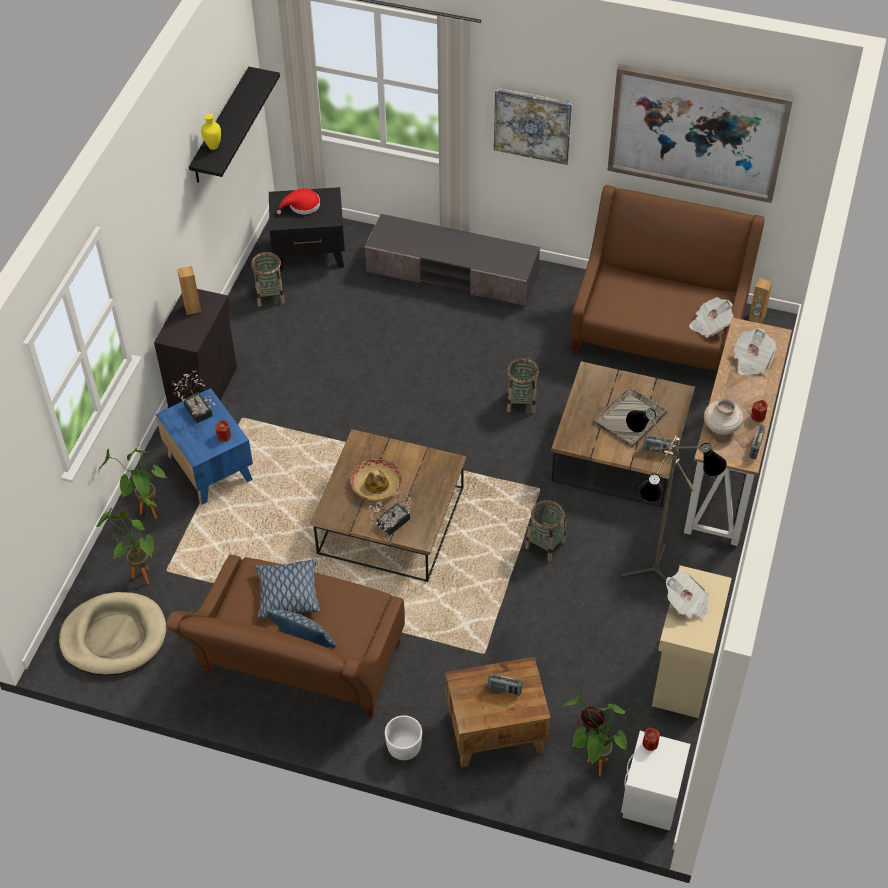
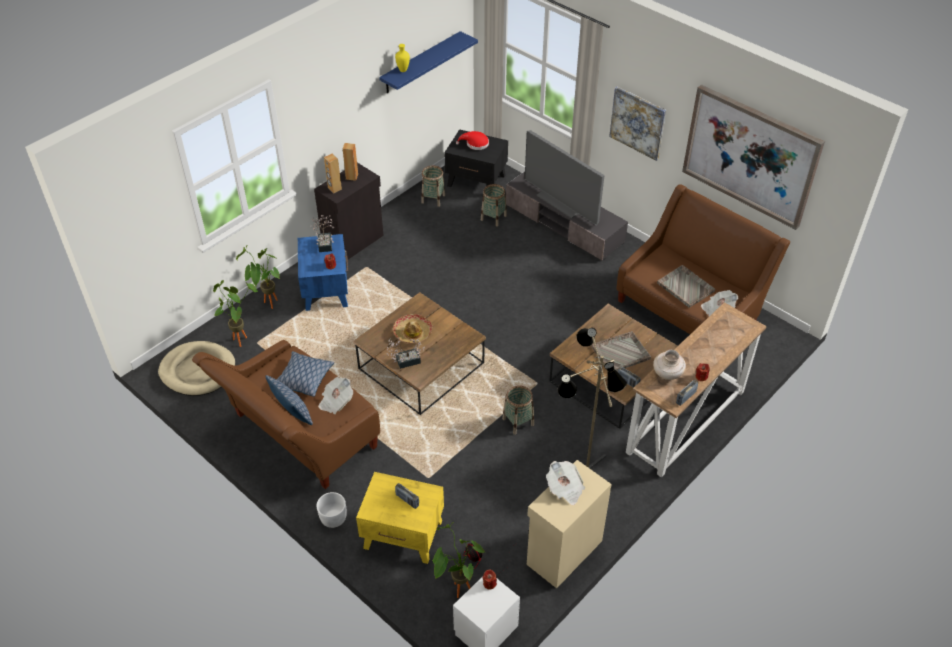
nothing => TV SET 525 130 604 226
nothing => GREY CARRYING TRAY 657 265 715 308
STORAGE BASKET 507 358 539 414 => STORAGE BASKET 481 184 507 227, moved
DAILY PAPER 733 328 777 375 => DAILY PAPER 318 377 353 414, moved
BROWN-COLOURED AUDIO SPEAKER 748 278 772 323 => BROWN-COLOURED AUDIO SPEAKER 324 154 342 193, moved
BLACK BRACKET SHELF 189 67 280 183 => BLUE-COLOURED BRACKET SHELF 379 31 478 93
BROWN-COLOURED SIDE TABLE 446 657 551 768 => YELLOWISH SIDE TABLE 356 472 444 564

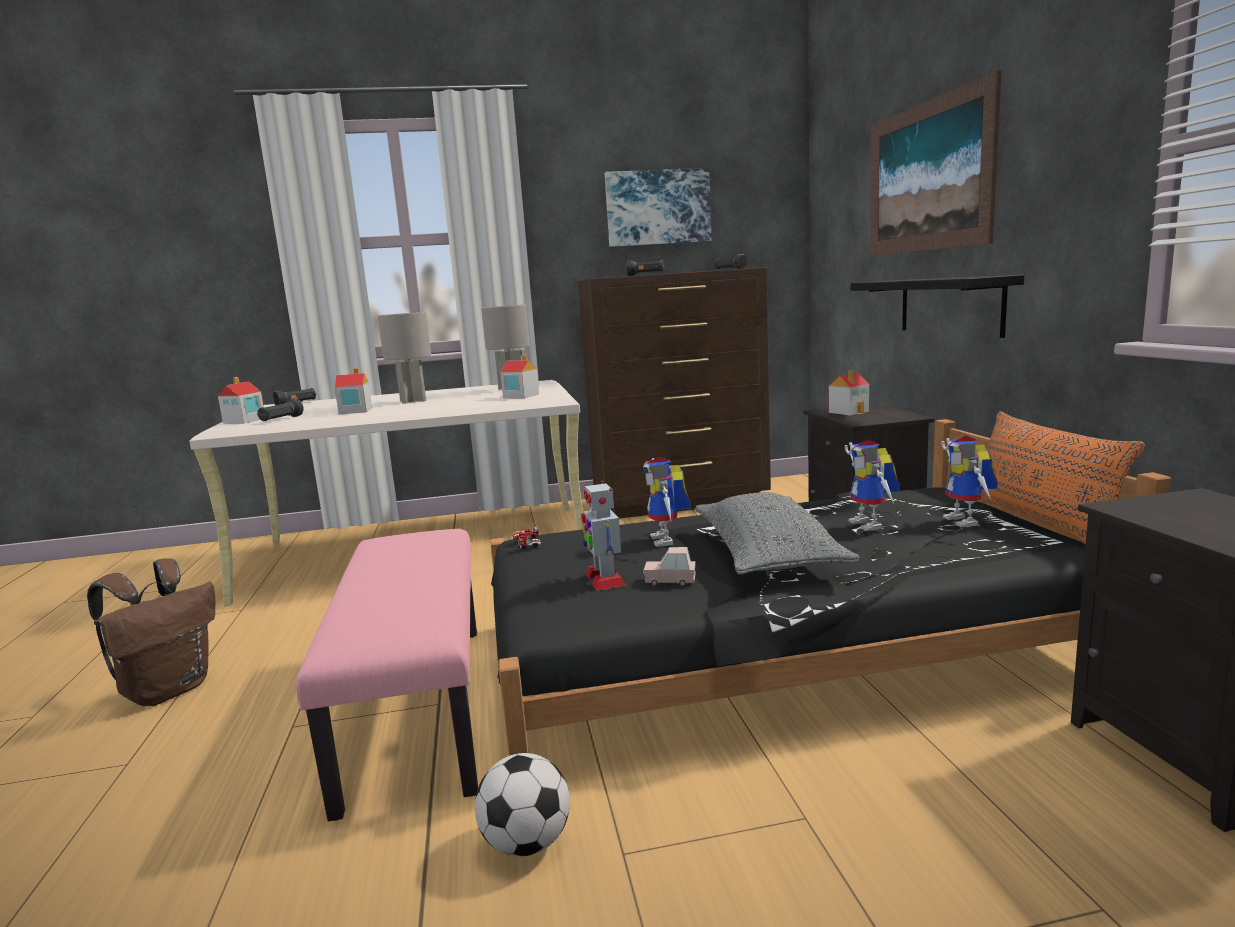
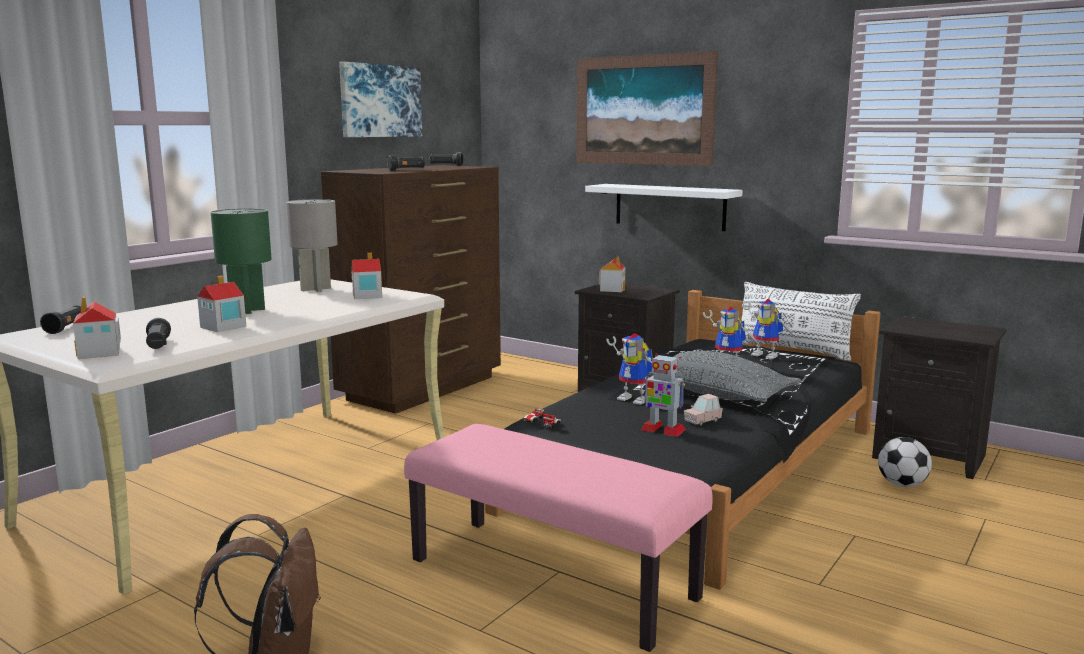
FOOTBALL BALL 475 753 570 857 => FOOTBALL BALL 878 437 932 487, moved
GREY LAMP FOR A TABLE 378 312 431 404 => GREEN-COLOURED LAMP FOR A TABLE 211 209 272 314
BLACK BRACKET SHELF 851 275 1024 338 => WHITISH BRACKET SHELF 585 184 743 231
ORANGE THROW PILLOW 975 412 1145 545 => WHITISH THROW PILLOW 741 282 861 361

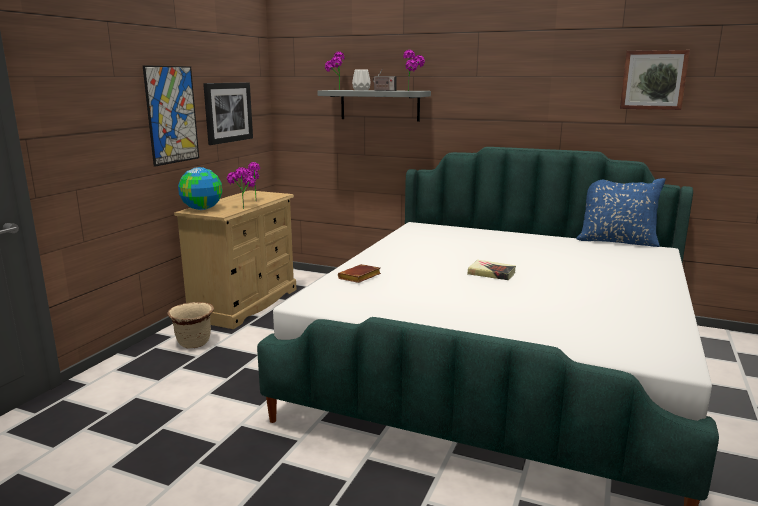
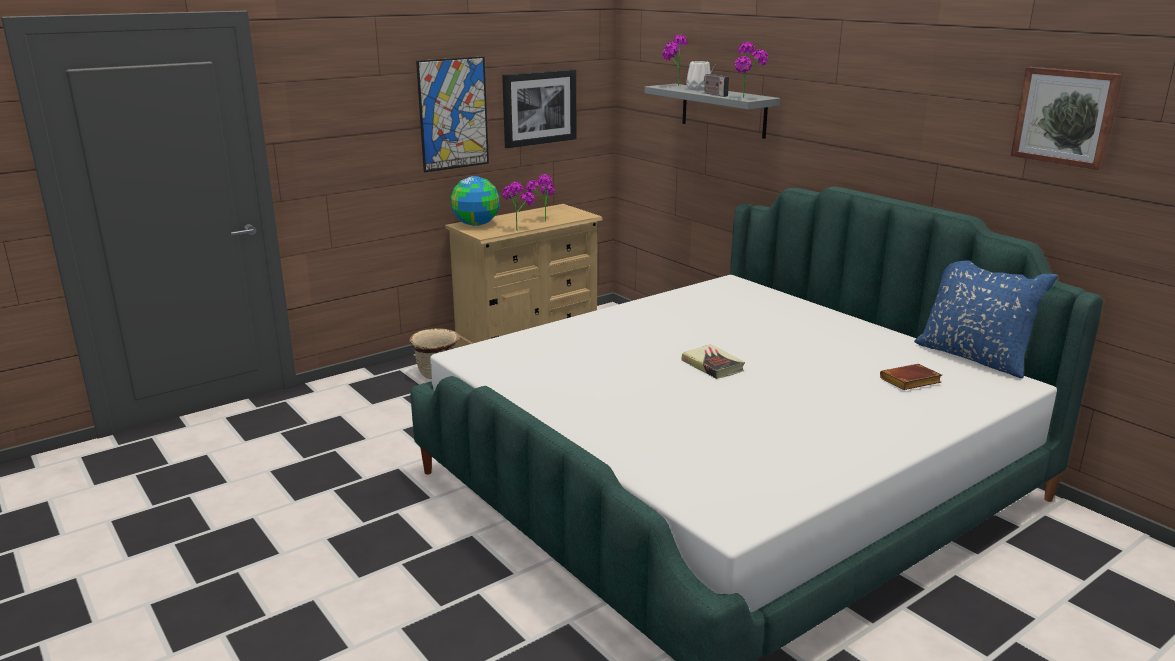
BROWN-COLOURED BOUND BOOK 338 264 381 283 => BROWN-COLOURED BOUND BOOK 880 364 942 390, moved

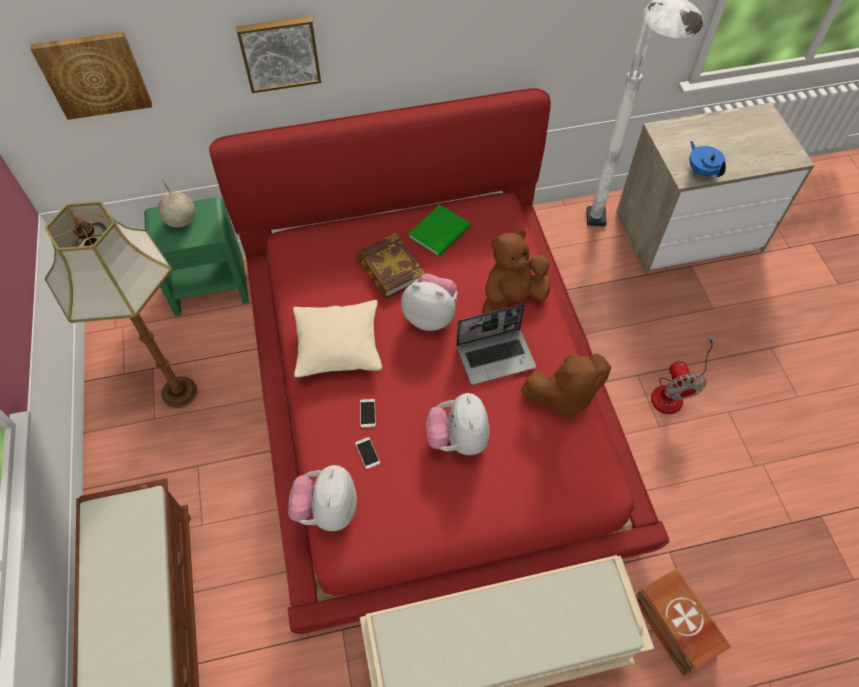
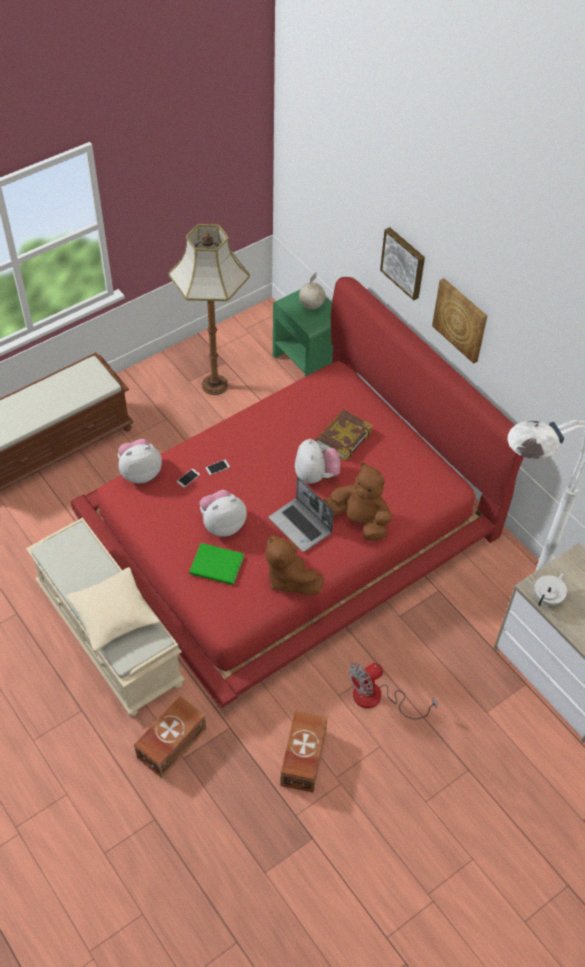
nothing => BROWN-COLOURED STORAGE BIN 280 710 328 793
WALL ART 31 32 152 120 => WALL ART 432 278 487 364, moved
SAND-COLOURED THROW PILLOW 293 300 382 378 => SAND-COLOURED THROW PILLOW 66 567 160 651, moved
GREEN-COLOURED BOUND BOOK 409 205 471 256 => GREEN-COLOURED BOUND BOOK 189 543 244 585, moved
BLUE-COLOURED POT FOR TEA 690 141 726 177 => WHITISH POT FOR TEA 534 572 567 606

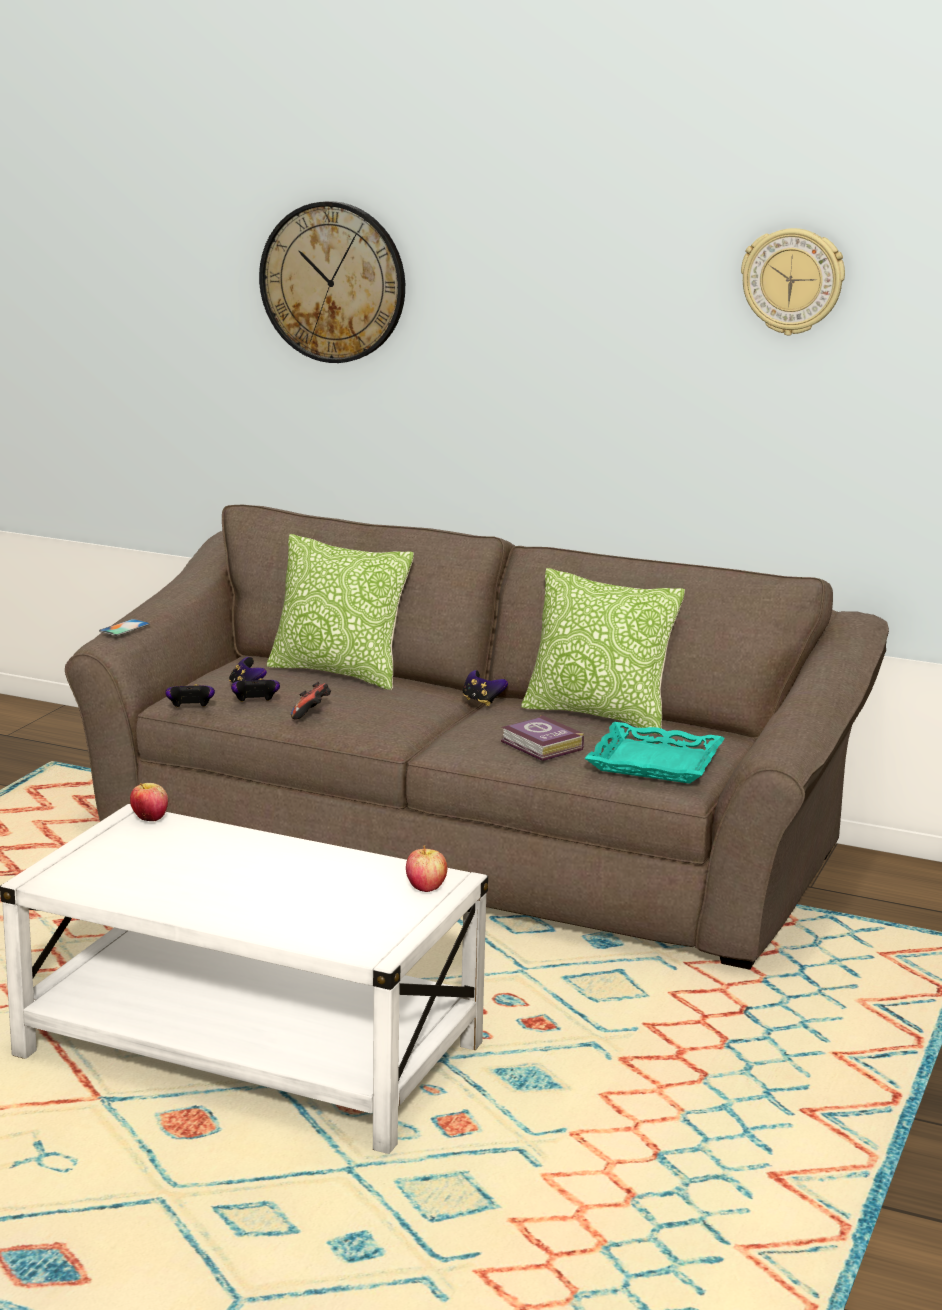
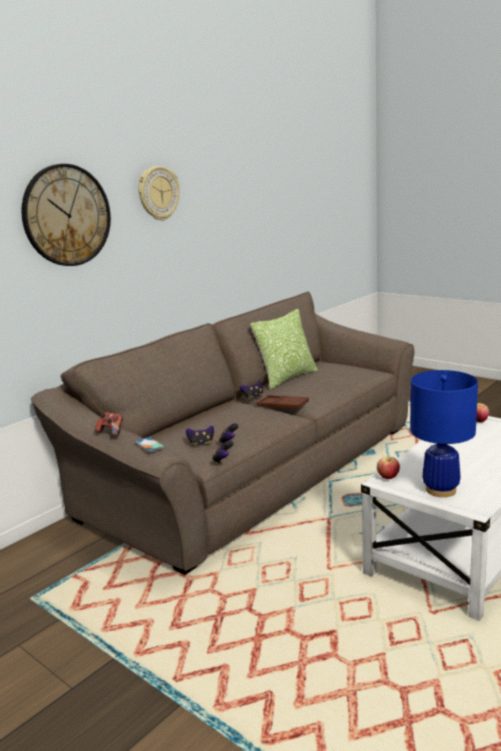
THROW PILLOW 267 534 414 690 => nothing
BOUND BOOK 501 715 584 761 => nothing
TURQUOISE CARRYING TRAY 585 722 725 784 => nothing
nothing => BROWN-COLOURED CARRYING TRAY 257 395 309 410
nothing => BLUE-COLOURED LAMP FOR A TABLE 410 370 478 497
JOYPAD 291 682 331 719 => JOYPAD 95 412 123 437, moved
WALL CLOCK 741 228 845 335 => WALL CLOCK 138 166 180 221, moved

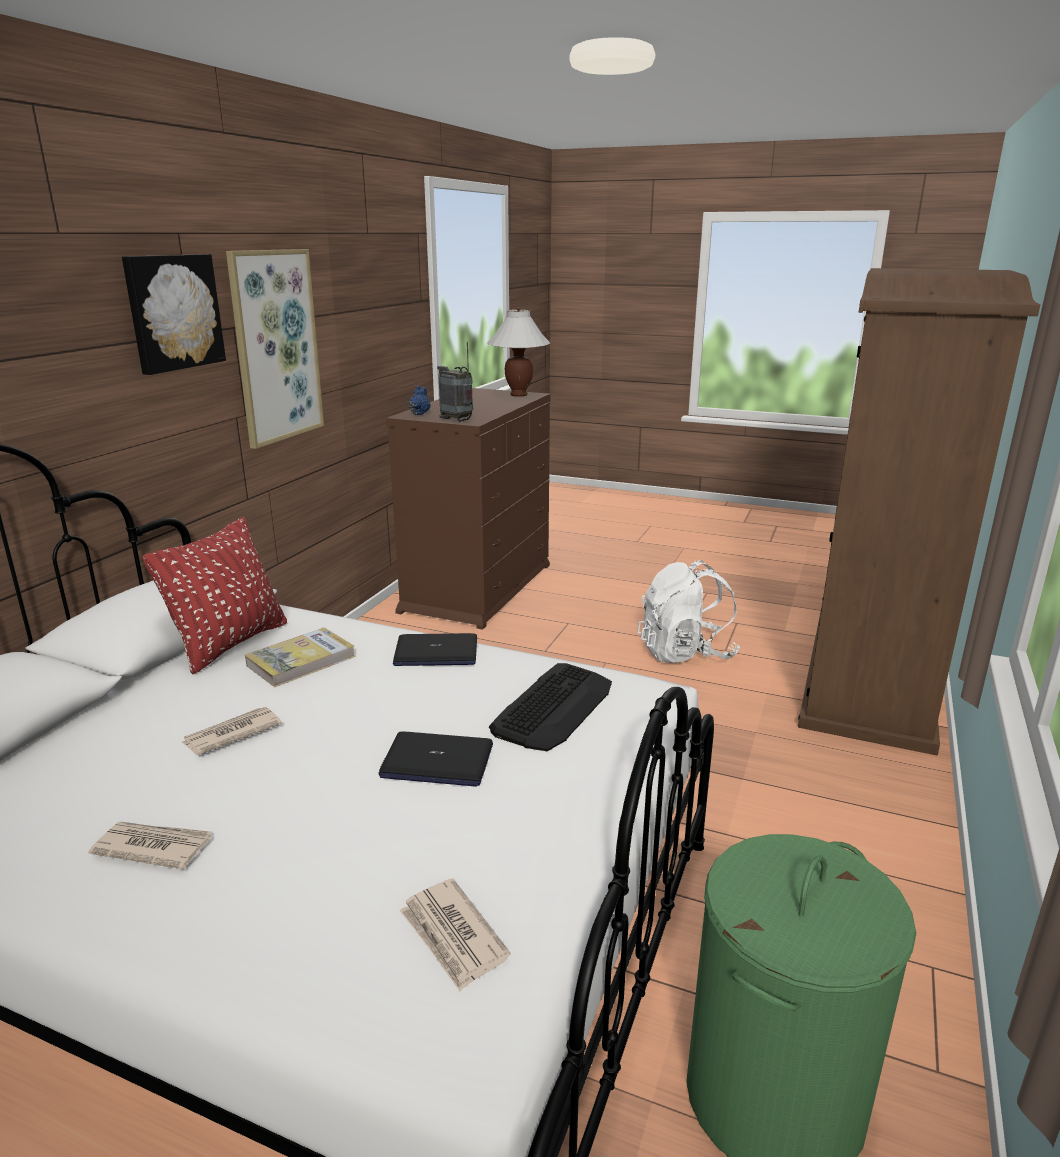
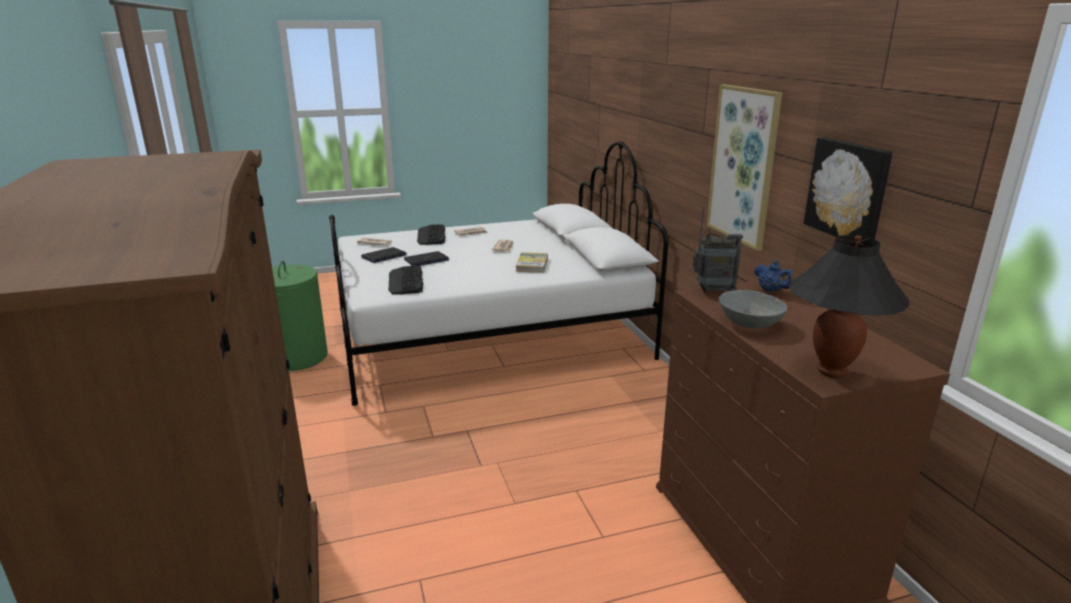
RED THROW PILLOW 143 517 287 674 => nothing
WHITISH KNAPSACK 638 560 740 663 => nothing
nothing => KEYBOARD 417 224 446 245
nothing => GREY SERVING BOWL 719 290 788 328
WALL ART 122 254 226 375 => WALL ART 803 137 893 239, moved
NOTEBOOK COMPUTER 393 633 477 666 => NOTEBOOK COMPUTER 361 247 407 263, moved
WHITISH LAMP FOR A TABLE 488 307 550 397 => BLACK LAMP FOR A TABLE 789 235 910 378

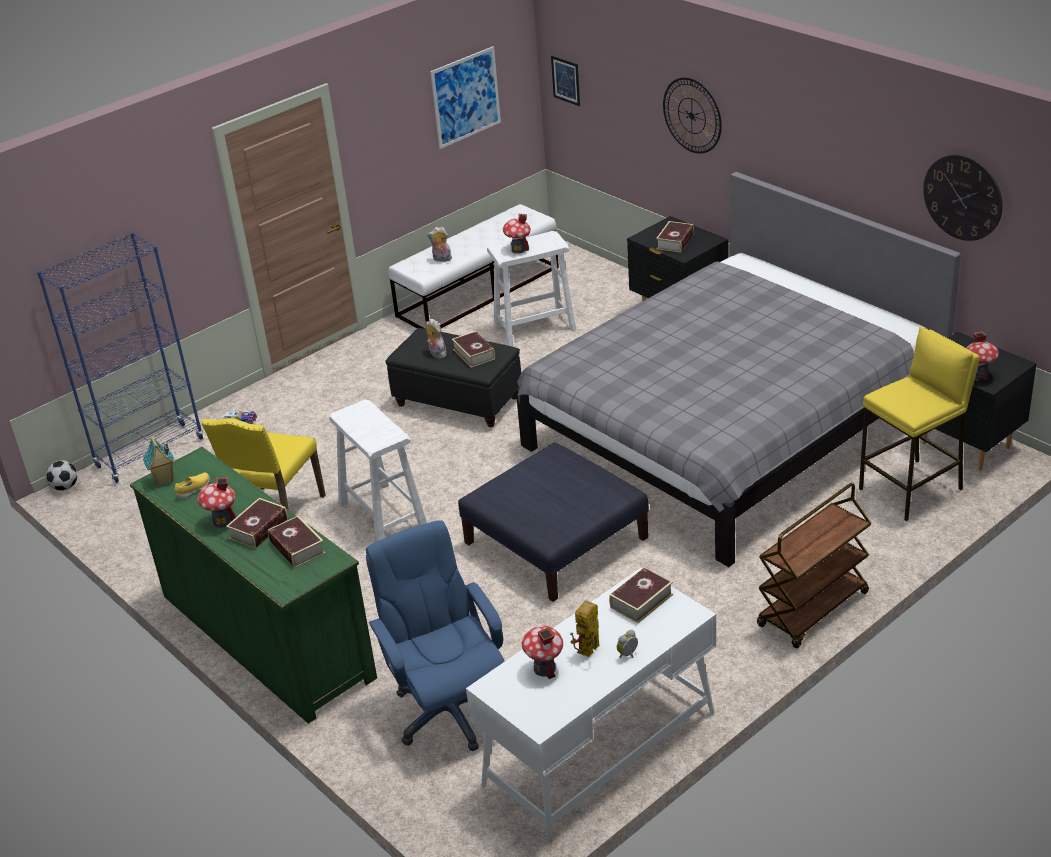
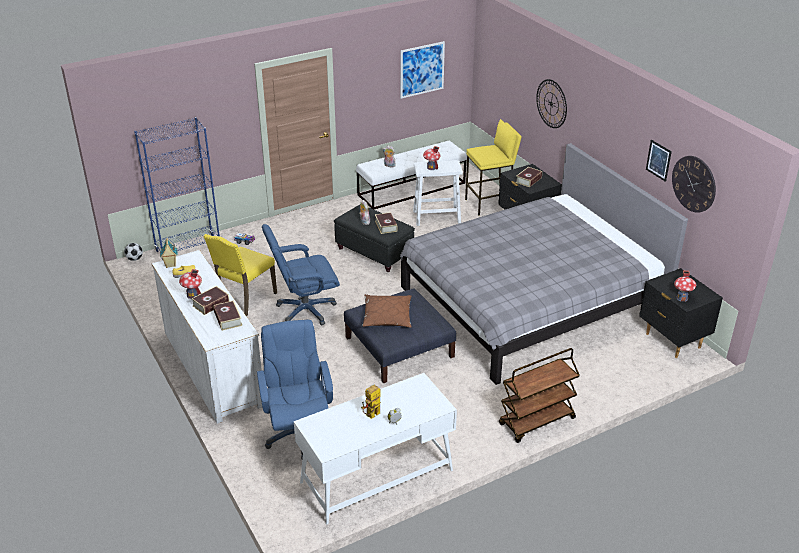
TOY HOUSE 522 626 563 679 => nothing
BOUND BOOK 609 567 673 623 => nothing
nothing => BROWN-COLOURED THROW PILLOW 362 294 412 328
WALL ART 551 56 580 106 => WALL ART 646 140 672 182, moved
YELLOWISH SITTING STOOL 859 326 980 521 => YELLOWISH SITTING STOOL 465 119 522 216, moved
WHITISH SITTING STOOL 329 400 427 542 => BLUE-COLOURED DESK CHAIR 262 224 340 325
GREEN-COLOURED DRESSER 130 447 377 724 => WHITISH DRESSER 151 250 262 424

